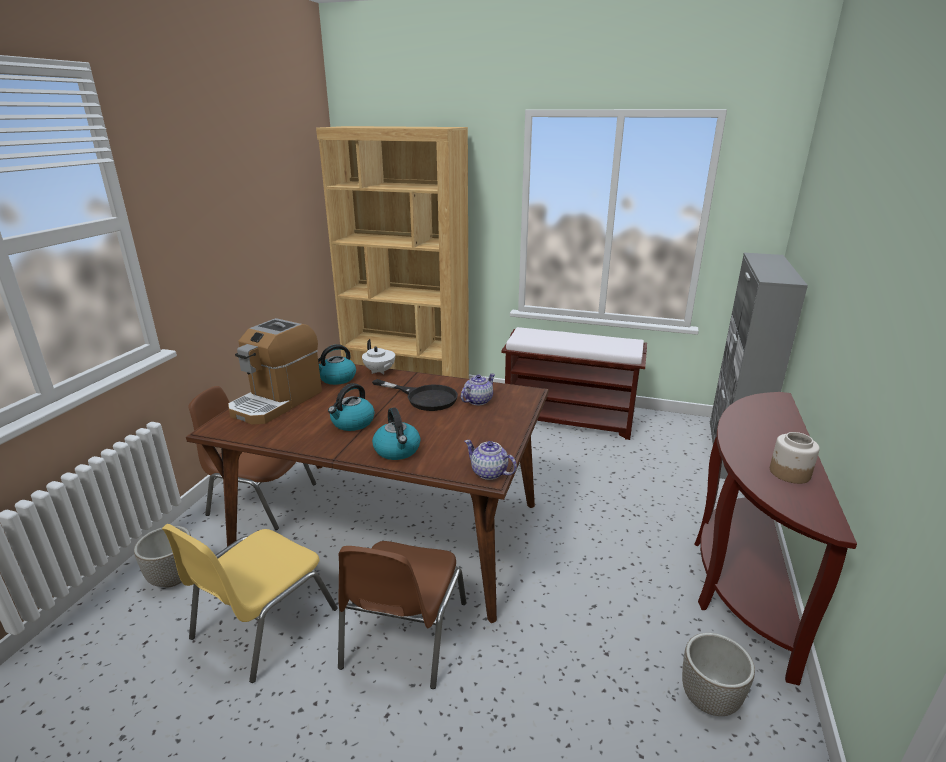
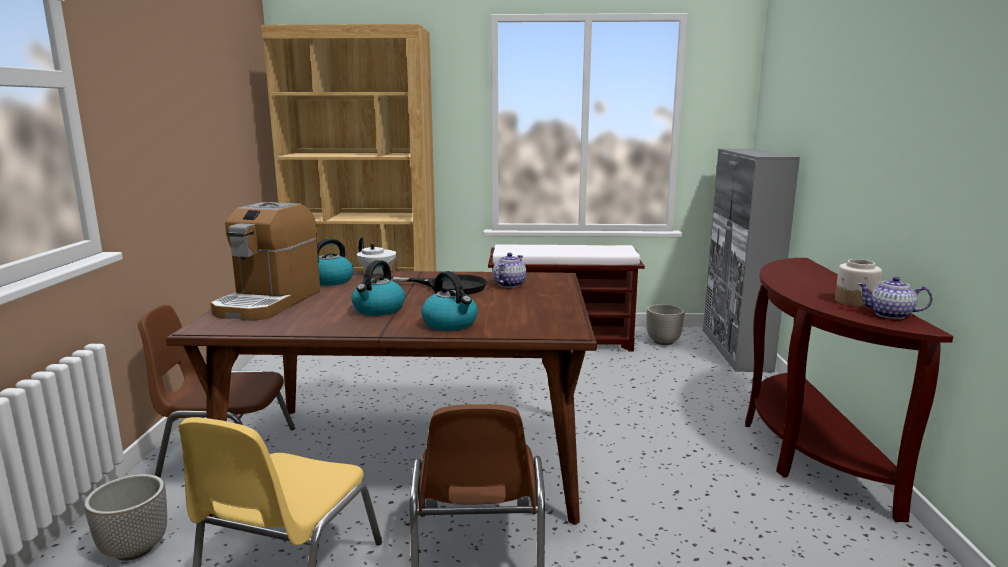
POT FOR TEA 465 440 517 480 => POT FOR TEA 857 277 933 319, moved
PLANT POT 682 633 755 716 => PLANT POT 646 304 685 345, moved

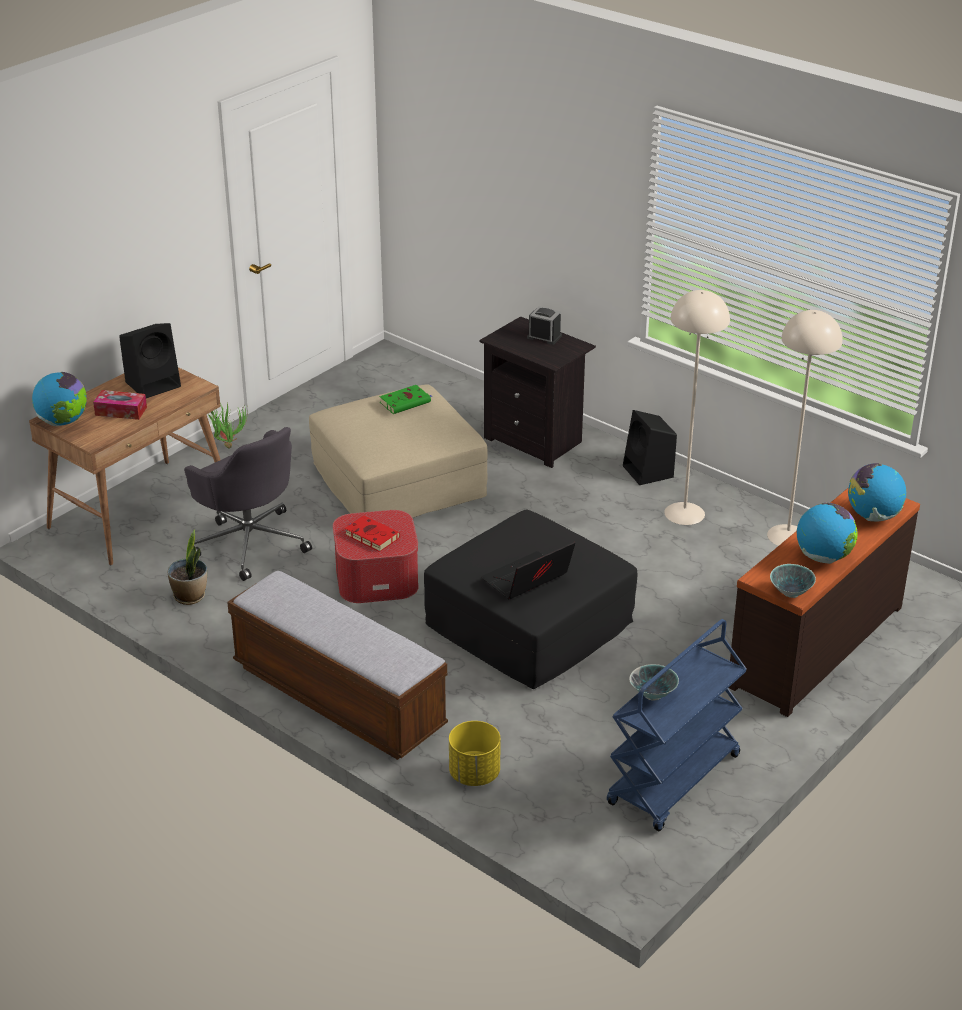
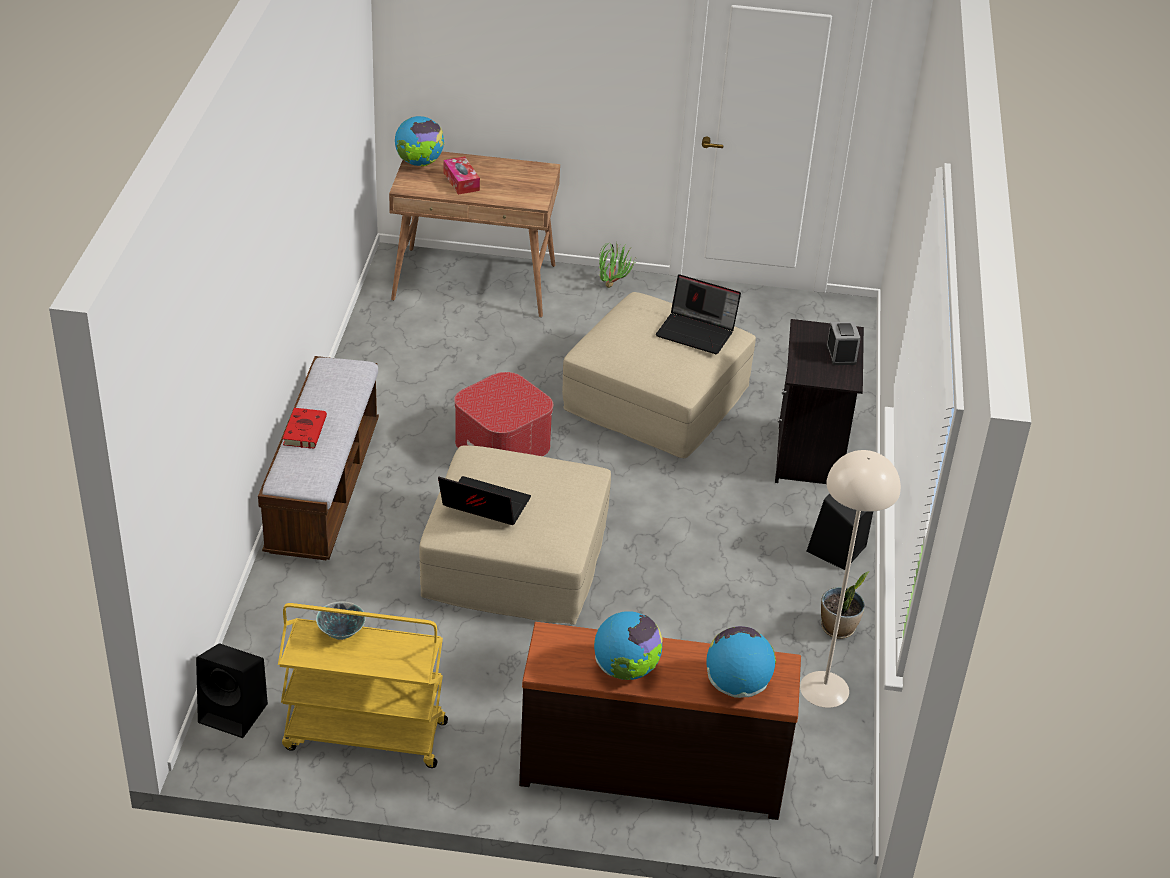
GREY DESK CHAIR 184 427 312 581 => nothing
YELLOWISH PLANT POT 449 721 501 786 => nothing
SAND-COLOURED STANDING LAMP 664 290 730 525 => nothing
SERVING BOWL 770 564 816 598 => nothing
BLACK AUDIO SPEAKER 119 323 181 398 => BLACK AUDIO SPEAKER 196 643 268 738, moved
HOUSEPLANT 168 530 207 605 => HOUSEPLANT 821 571 869 639, moved
RED BOUND BOOK 344 516 400 552 => RED BOUND BOOK 282 408 327 449, moved
GREEN-COLOURED BOUND BOOK 380 385 432 414 => NOTEBOOK COMPUTER 656 274 741 354
BLACK OTTOMAN 424 510 637 689 => SAND-COLOURED OTTOMAN 419 445 611 625
BLUE-COLOURED WHEELED CART 607 619 747 831 => YELLOWISH WHEELED CART 278 603 448 768

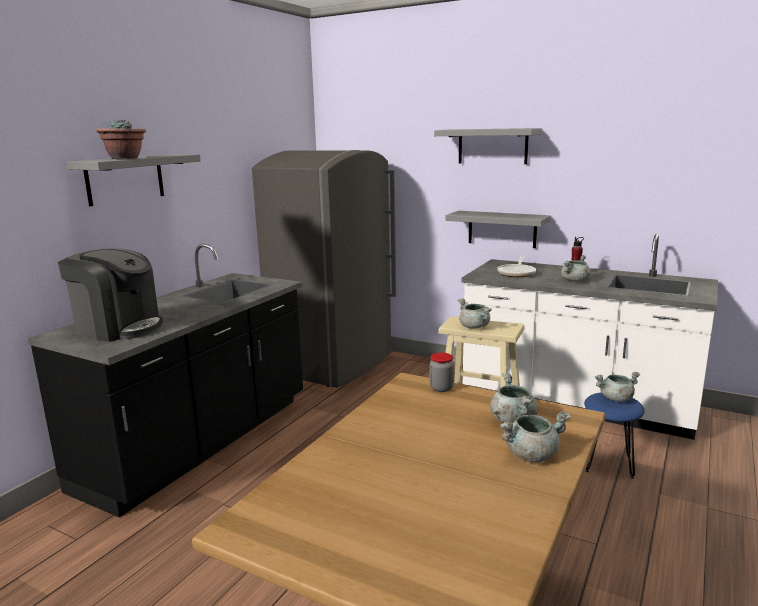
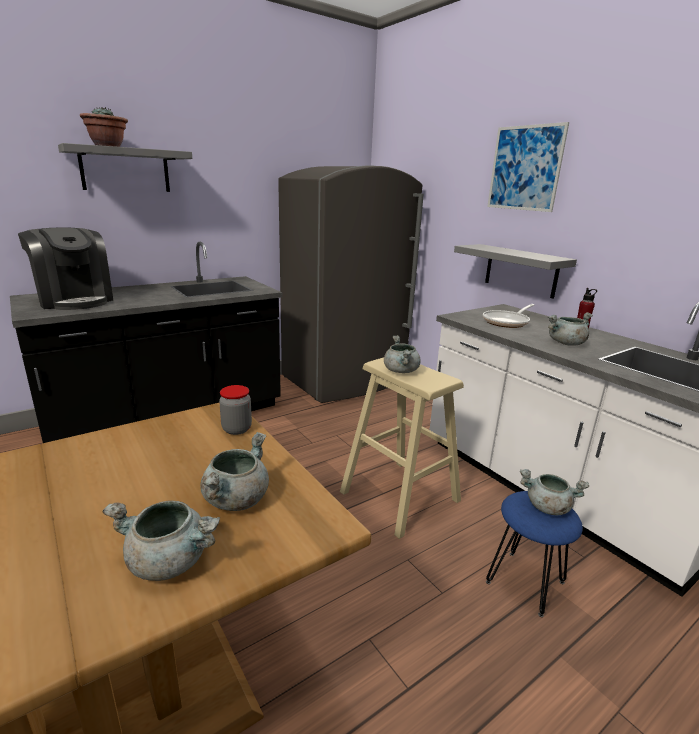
GREY BRACKET SHELF 434 128 542 164 => WALL ART 487 122 569 212

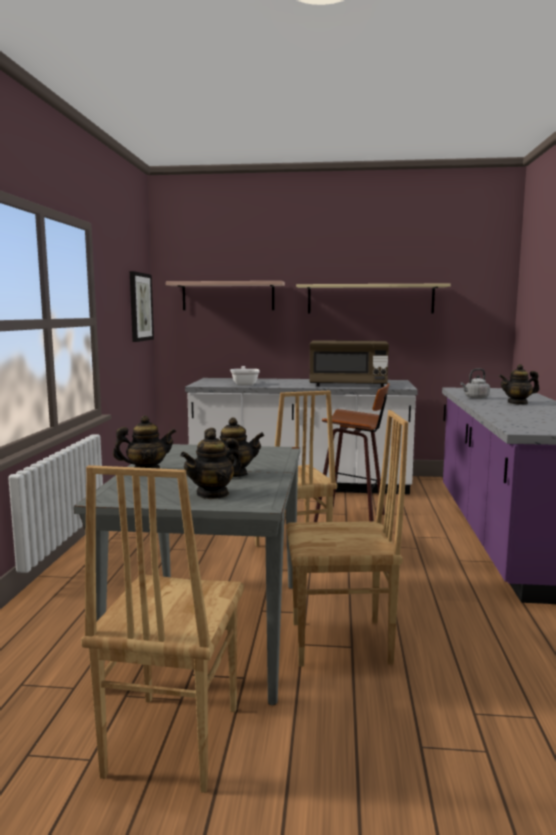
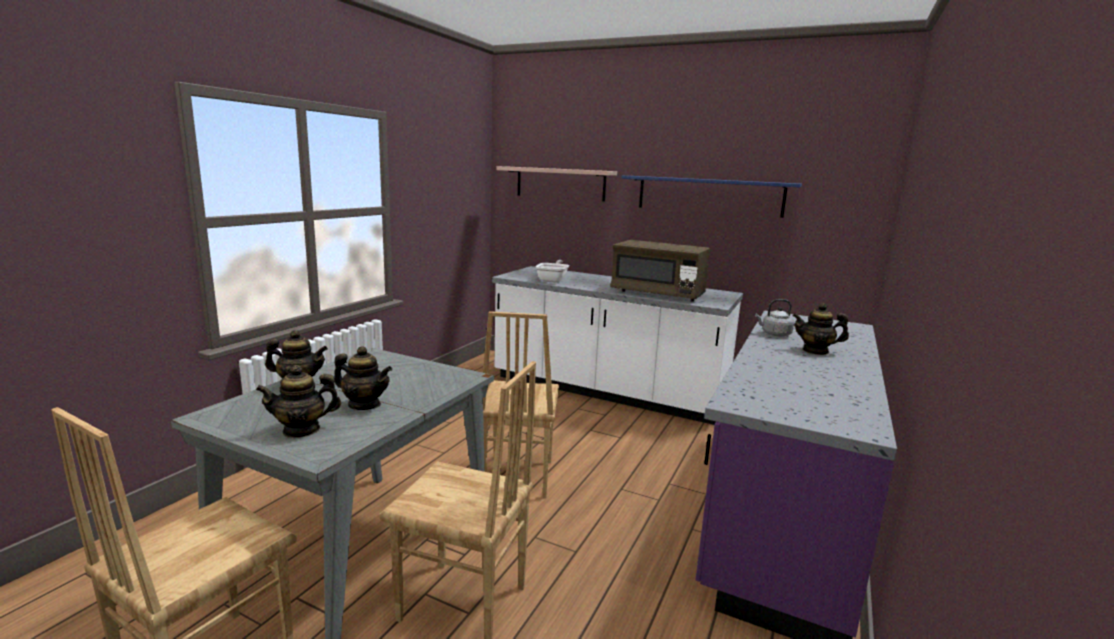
WALL ART 130 271 154 342 => nothing
SITTING STOOL 314 383 390 522 => nothing
SAND-COLOURED BRACKET SHELF 296 284 450 314 => BLUE-COLOURED BRACKET SHELF 621 176 802 218

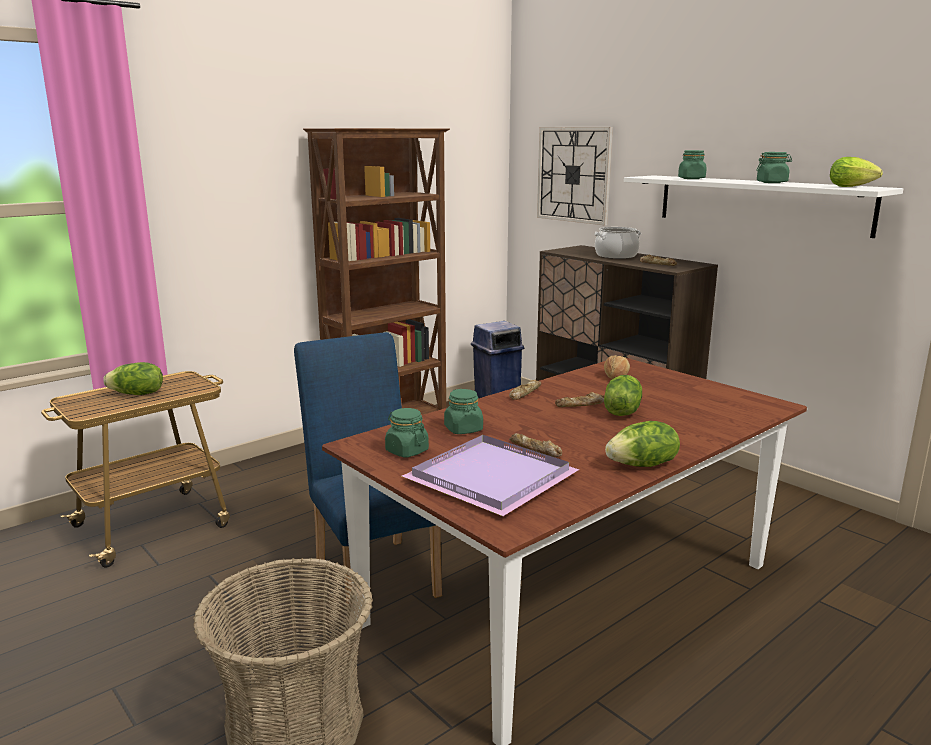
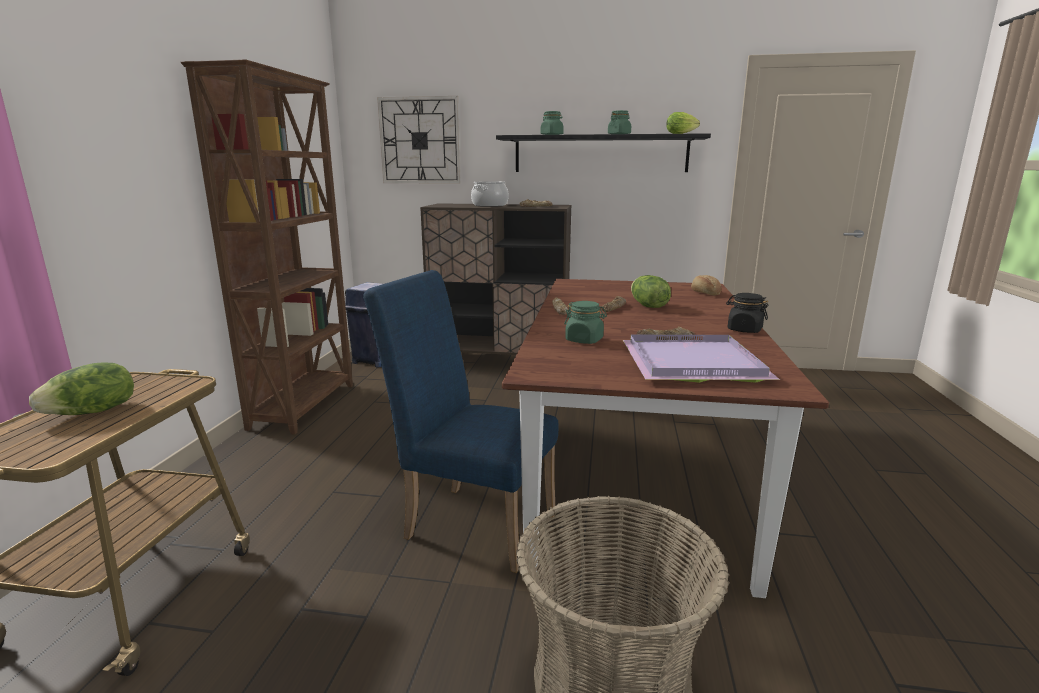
GREEN-COLOURED PRESERVE JAR 385 408 429 457 => nothing
BAKERY BREAD 604 355 630 379 => BAKERY BREAD 691 275 722 295, moved
LETTUCE HEAD 605 421 680 467 => BLACK PRESERVE JAR 726 293 768 333
WHITISH BRACKET SHELF 624 175 903 238 => BLACK BRACKET SHELF 496 133 711 172

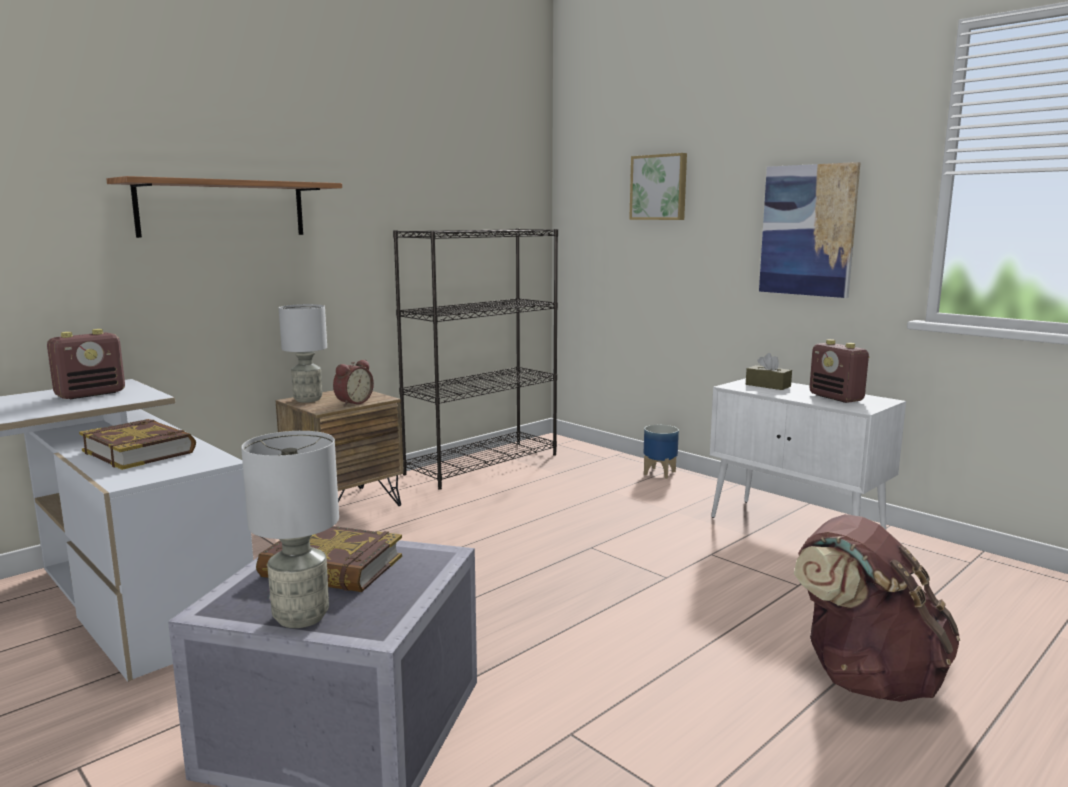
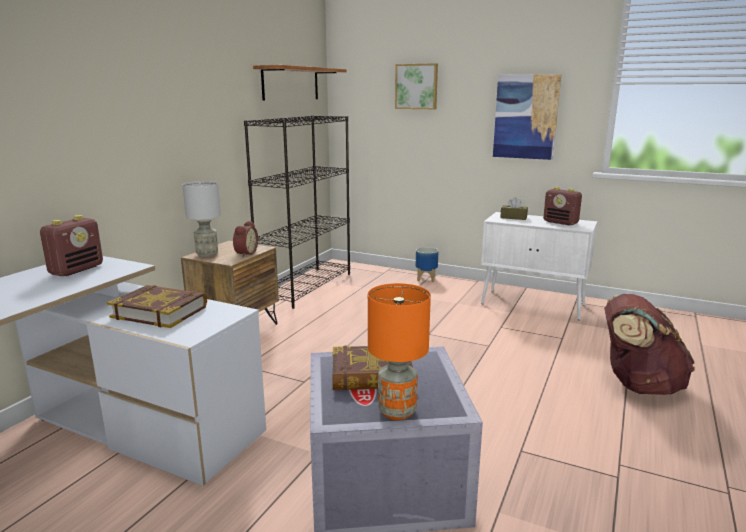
BRACKET SHELF 106 176 342 238 => BRACKET SHELF 253 65 347 101, moved
GREY LAMP FOR A TABLE 241 431 339 628 => ORANGE LAMP FOR A TABLE 368 283 431 420

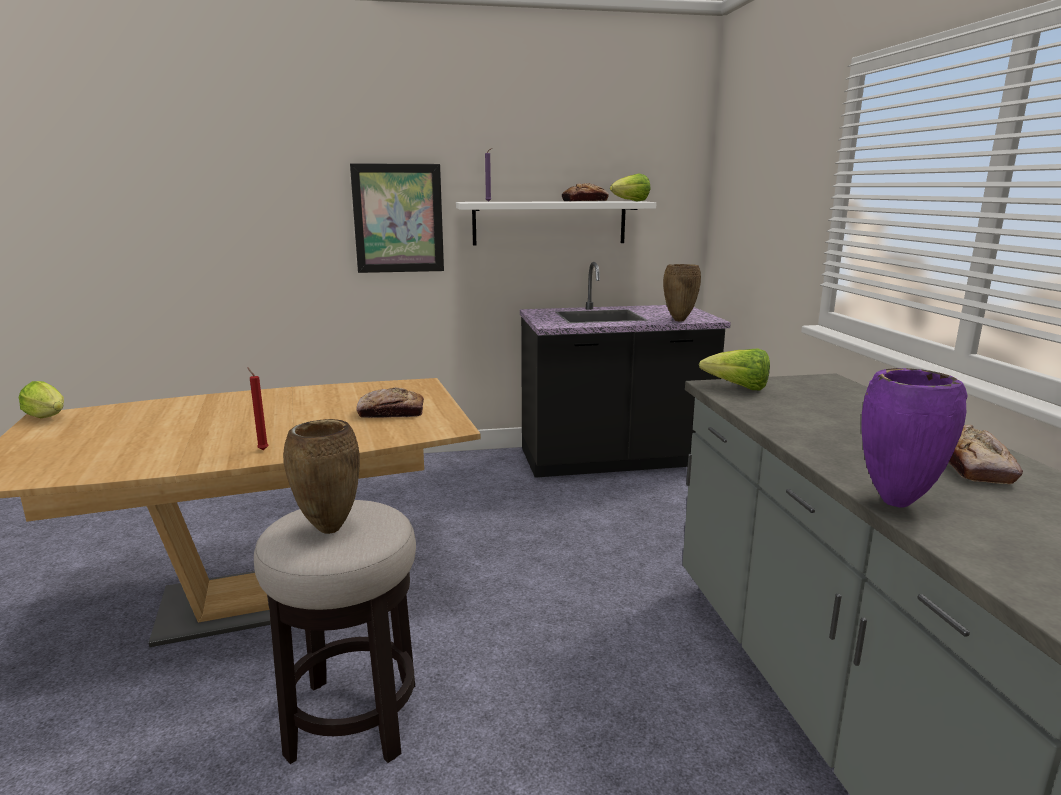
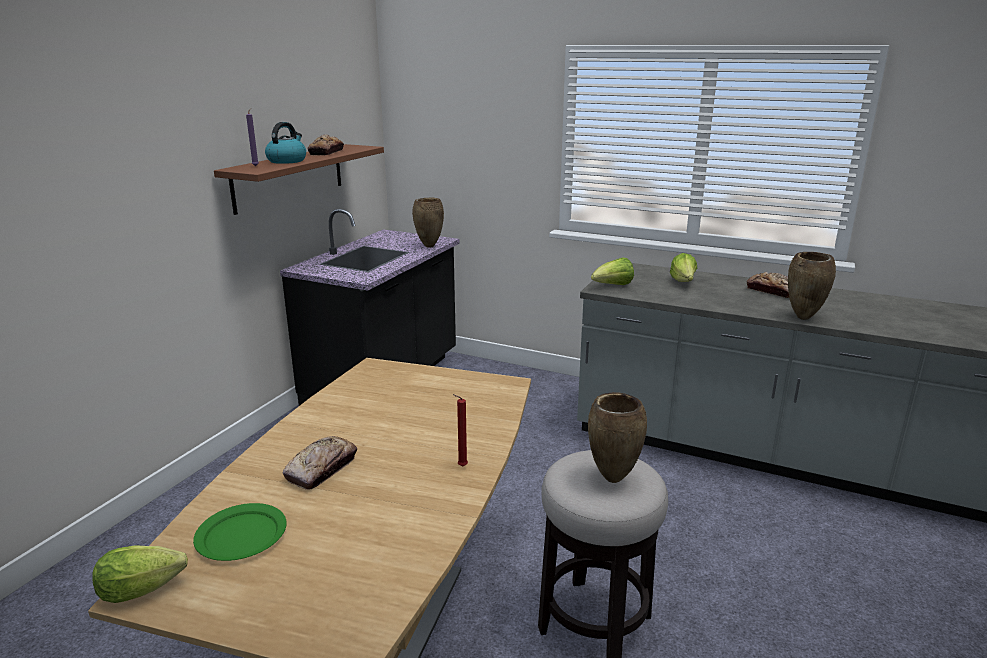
WALL ART 350 163 444 273 => nothing
nothing => GREEN-COLOURED PLATE 193 503 287 561
nothing => WATER KETTLE 265 122 306 164
BAKERY BREAD 357 387 424 418 => BAKERY BREAD 283 436 357 490, moved
LETTUCE HEAD 610 173 650 202 => LETTUCE HEAD 670 253 697 282, moved
WHITISH BRACKET SHELF 456 201 657 245 => BROWN-COLOURED BRACKET SHELF 214 144 384 215
PURPLE FLOWER VASE 862 368 967 508 => BROWN-COLOURED FLOWER VASE 788 252 836 320

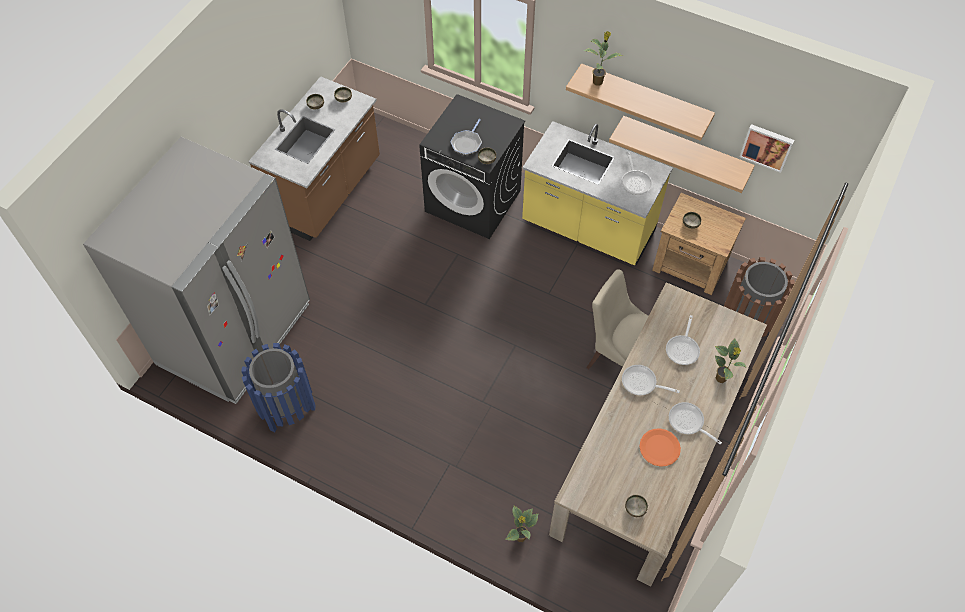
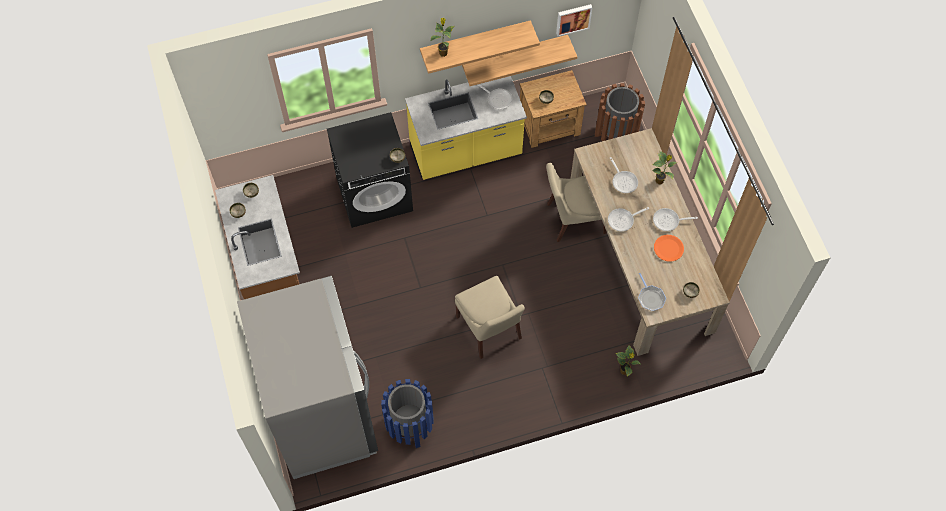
nothing => SAND-COLOURED UPRIGHT CHAIR 455 276 525 359
PAN 450 119 482 155 => PAN 638 273 666 311, moved

